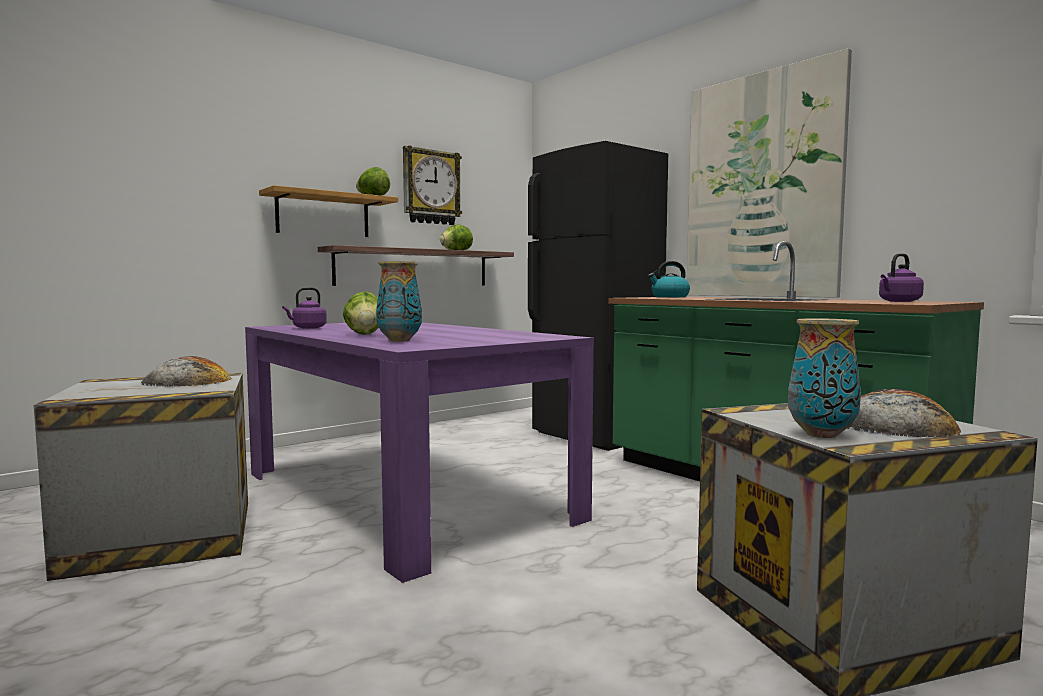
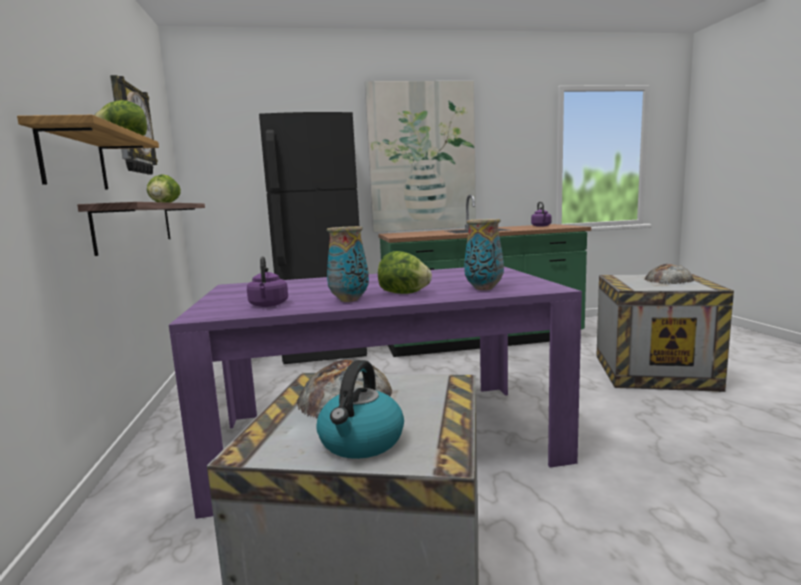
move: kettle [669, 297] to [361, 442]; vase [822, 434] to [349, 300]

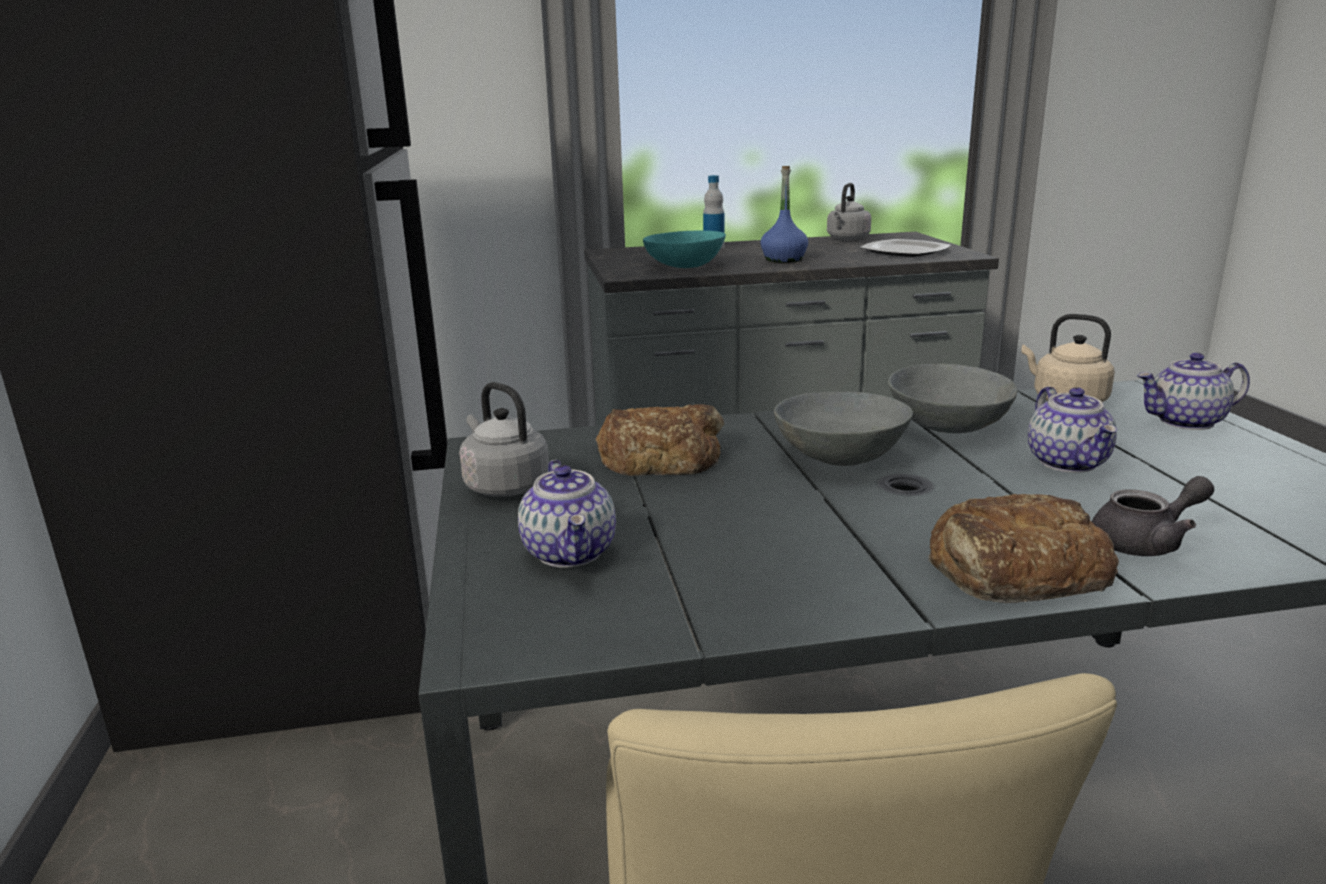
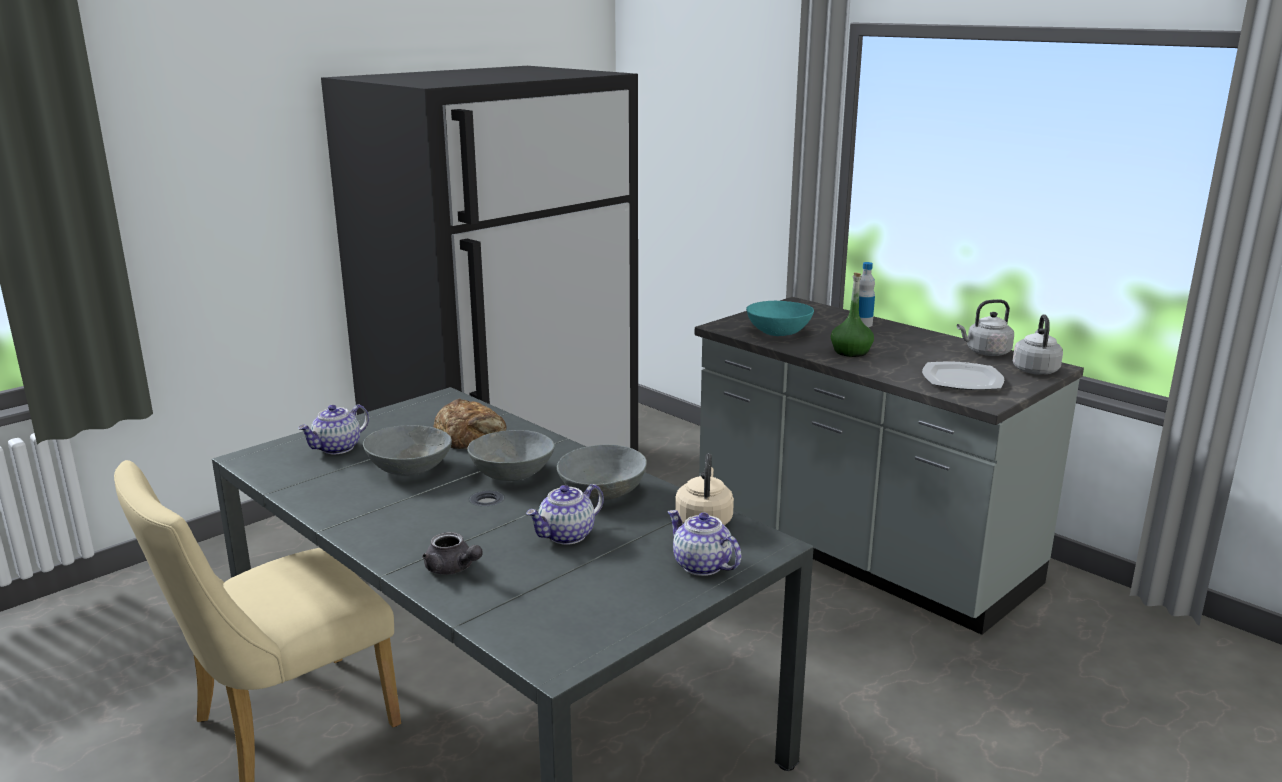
delete: bread [1014, 568]
insert: bowl (grey) [408, 469]
move: kettle (grey) [504, 485] to [1035, 369]
recolor: bottle (blue) [783, 259] to bottle (green) [851, 352]

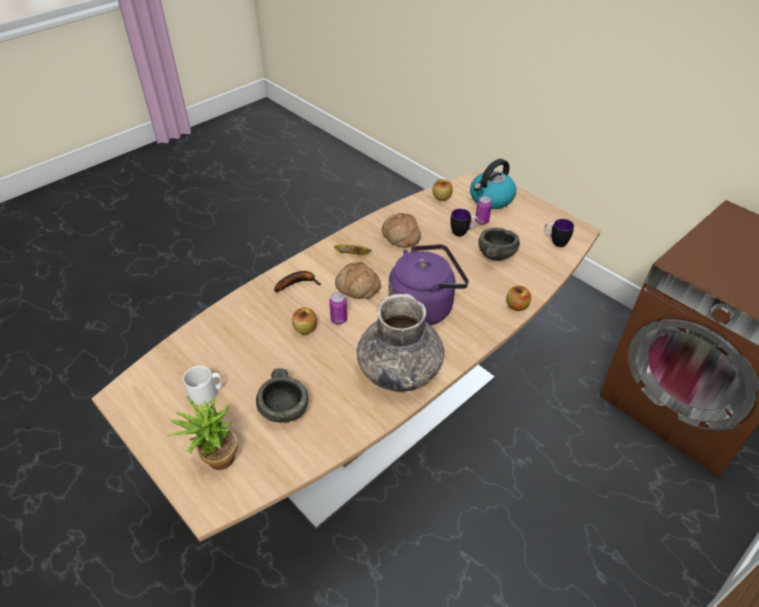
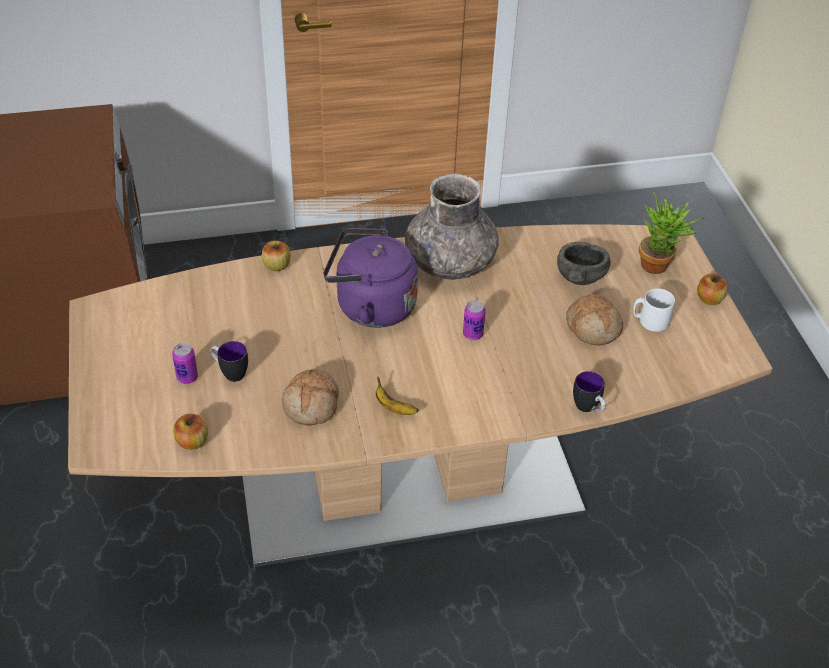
delete: kettle [491, 199]; bowl (grey) [495, 254]; banana [297, 283]
move: mug [555, 242] to [588, 409]; bread [357, 287] to [593, 327]; apple [305, 329] to [709, 299]

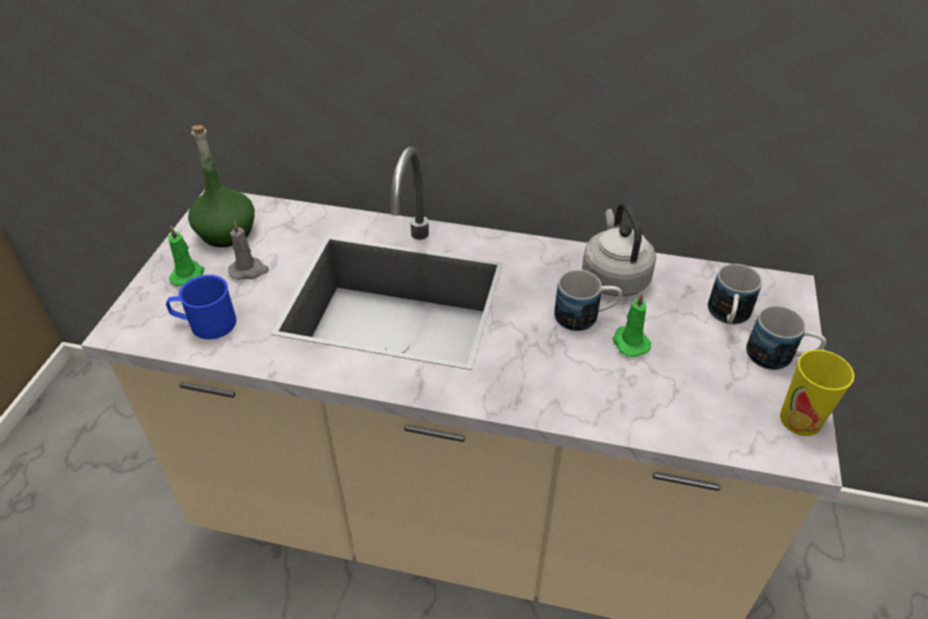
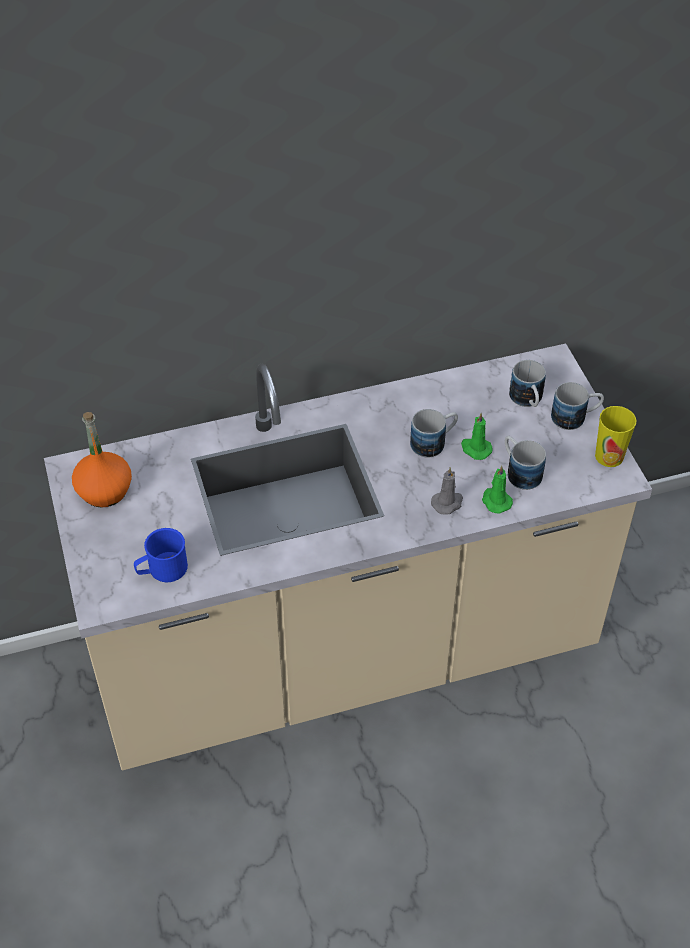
delete: kettle (grey) [613, 277]
insert: mug [519, 471]
move: candle (grey) [249, 270] to [447, 503]; candle (green) [188, 275] to [495, 501]
recolor: bottle (green) [226, 232] to bottle (orange) [104, 490]

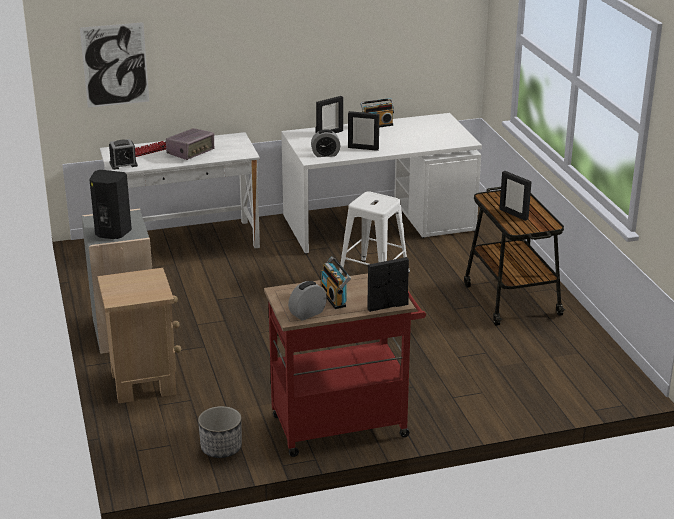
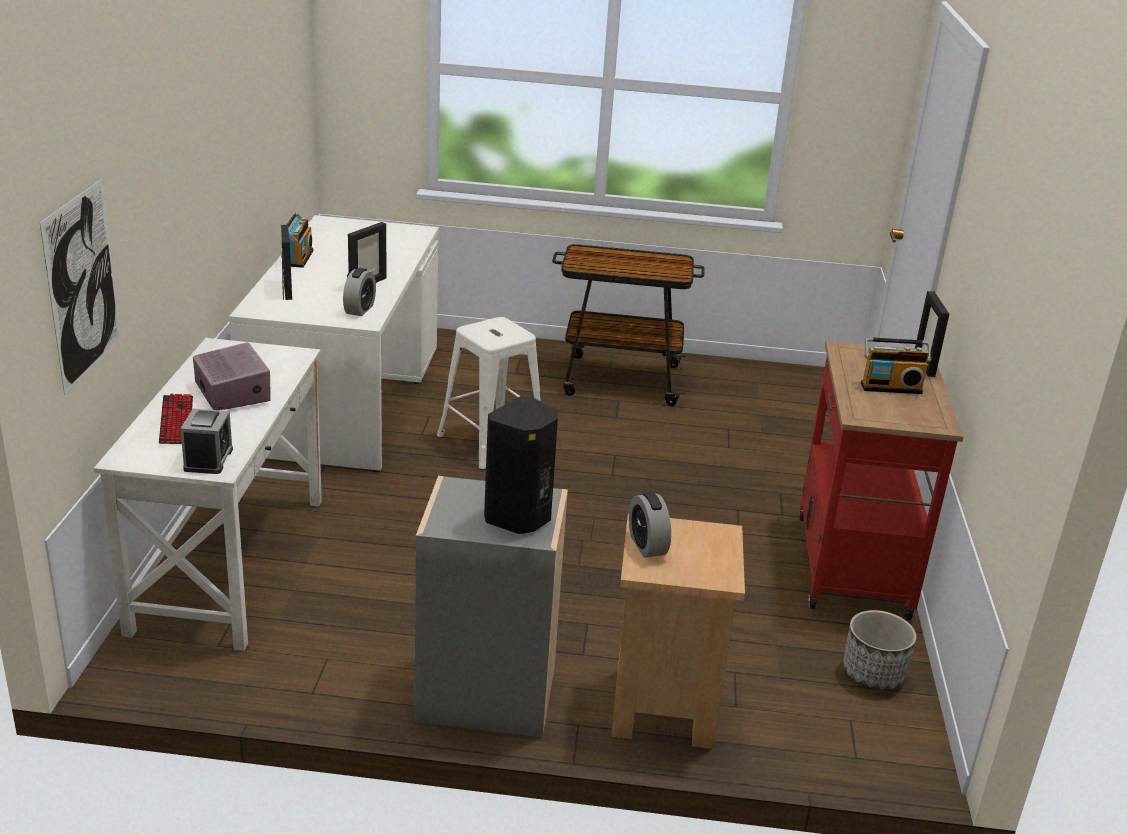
delete: picture frame [514, 214]
move: alarm clock [307, 314] to [647, 545]

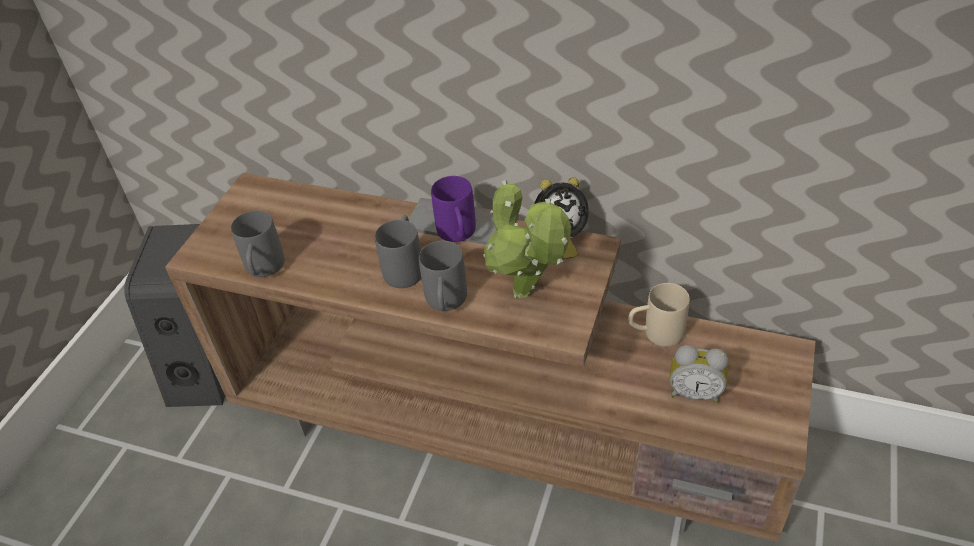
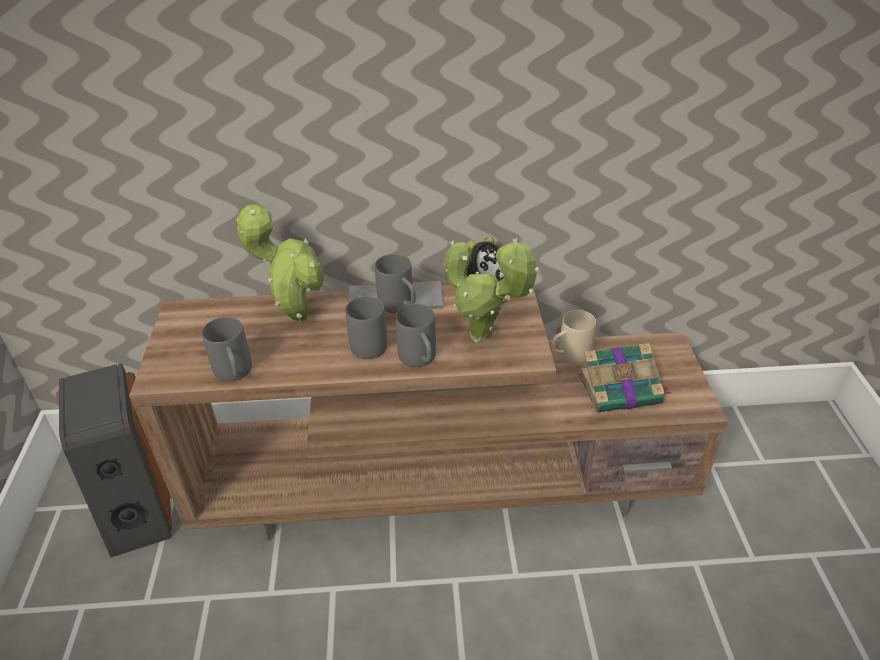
insert: potted plant [295, 316]
replace: alarm clock [694, 392] to book [621, 389]
recolor: mug (purple) [458, 235] to mug (grey) [400, 306]

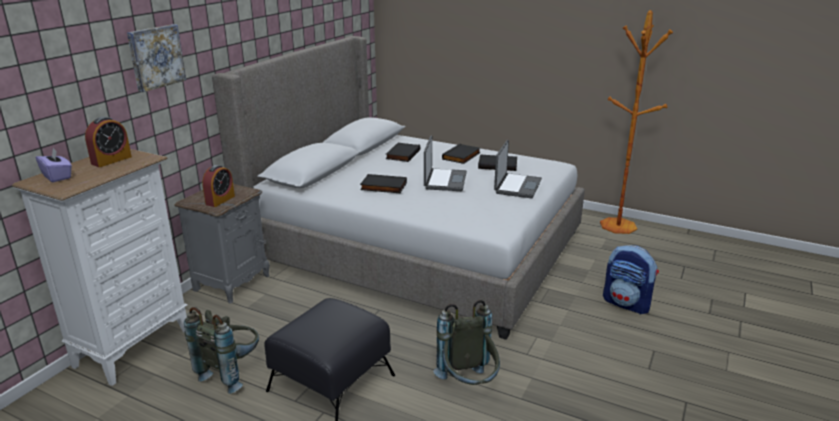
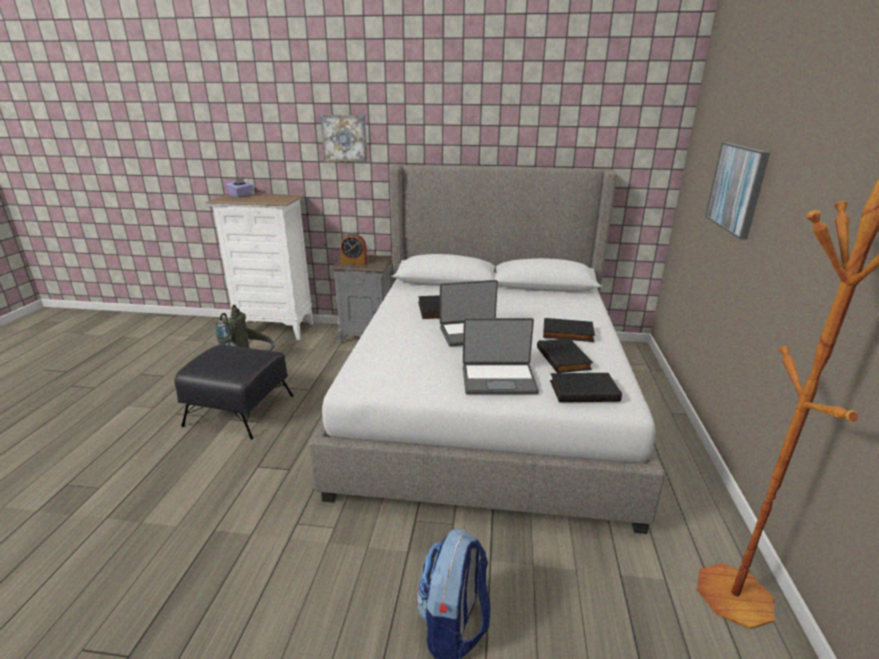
delete: alarm clock [111, 160]; backpack (grey) [468, 386]
insert: picture [737, 188]
move: book (black) [402, 154] to [584, 390]

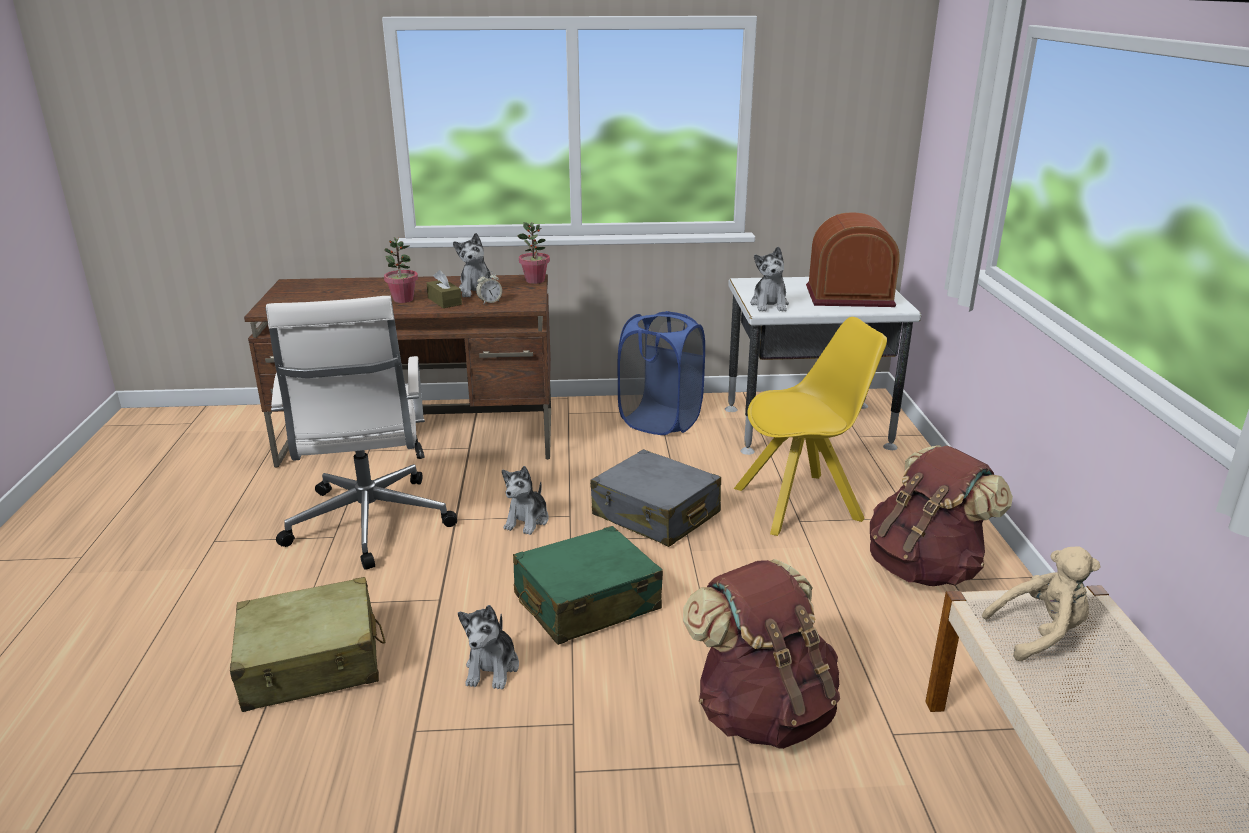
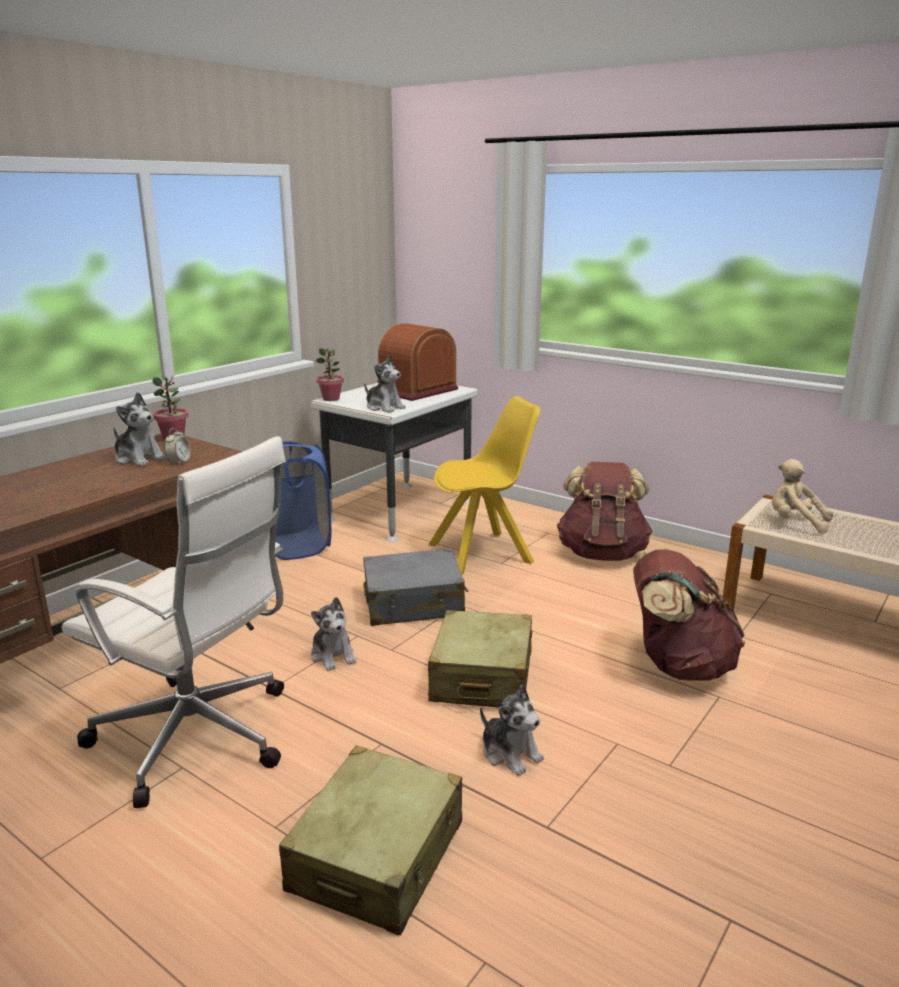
delete: tissue box (brown) [444, 301]
move: potted plant [403, 300] to [331, 399]
recolor: suitcase (green) [586, 602] to suitcase (beige) [482, 677]
rotate: chair (yellow) [801, 503] = [483, 553] 45 degrees clockwise; plush toy (beige) [1040, 634] = [795, 523] 90 degrees counterclockwise

